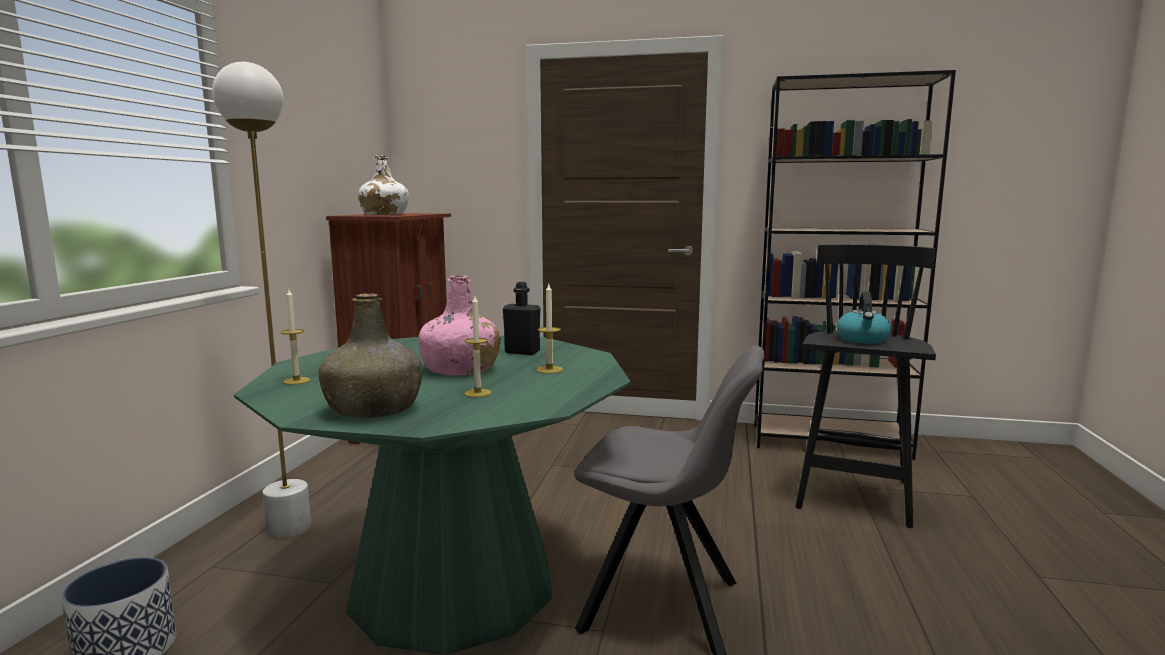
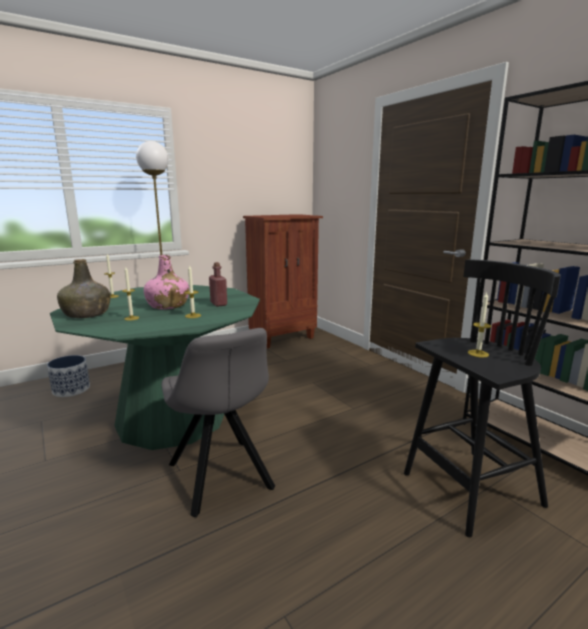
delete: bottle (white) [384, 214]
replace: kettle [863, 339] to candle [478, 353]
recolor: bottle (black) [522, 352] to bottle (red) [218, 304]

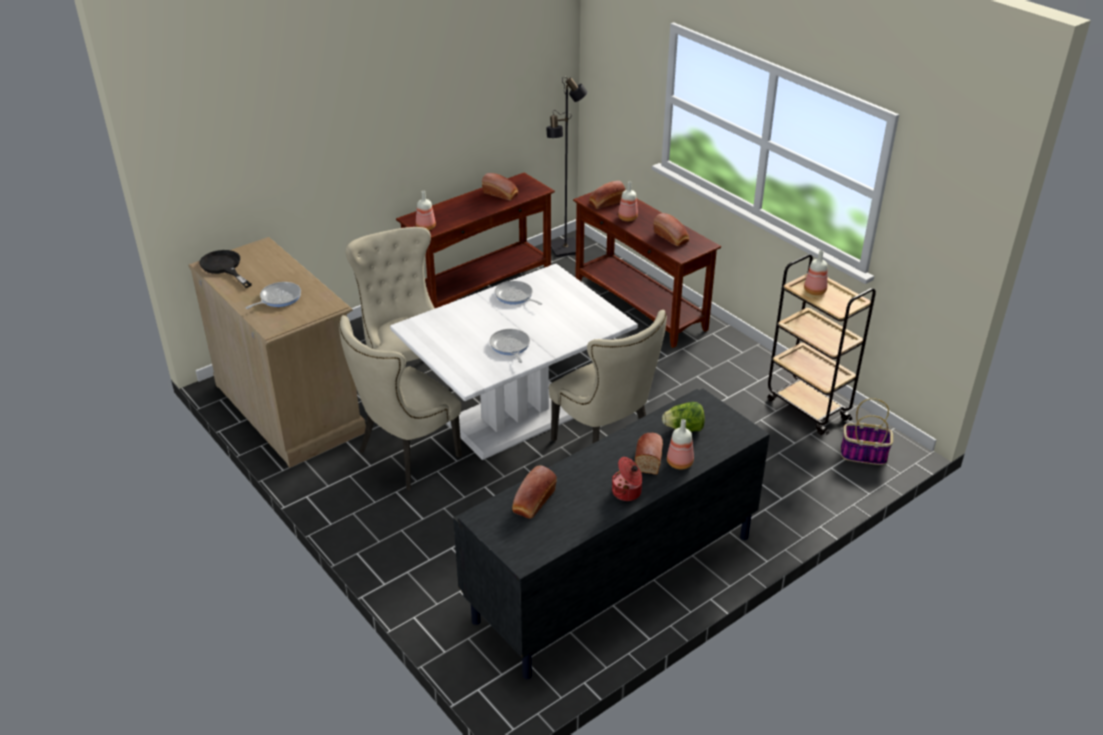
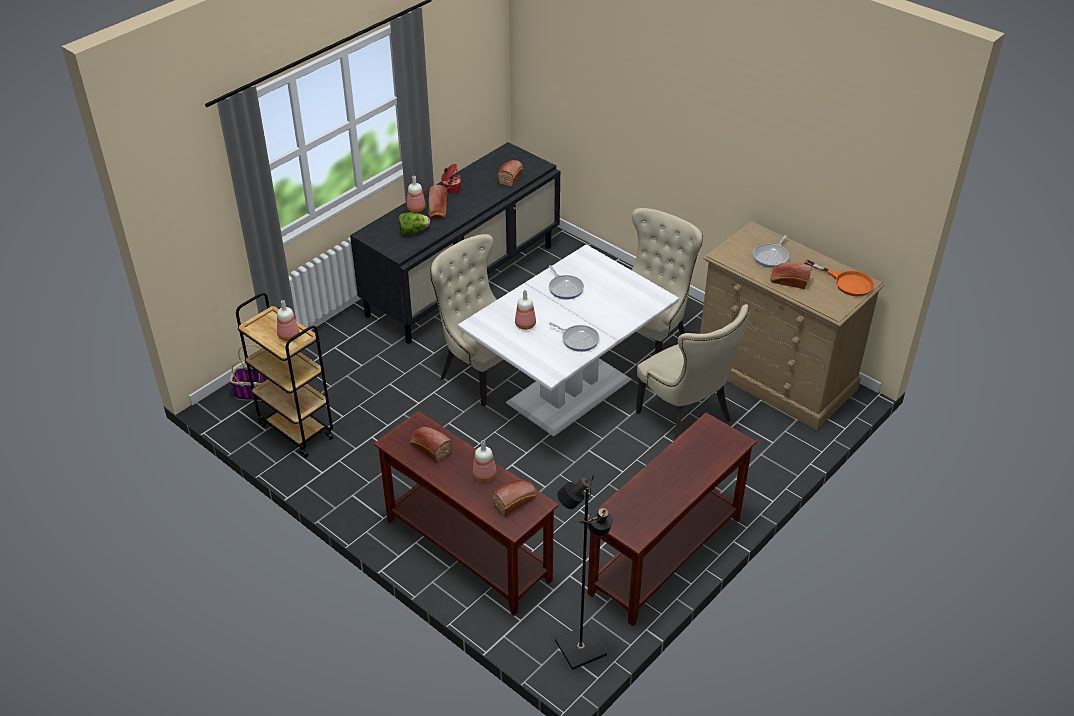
move: bread [501, 194] to [788, 281]; bottle [425, 227] to [526, 324]
recolor: frying pan (black) [224, 267] to frying pan (orange) [847, 282]

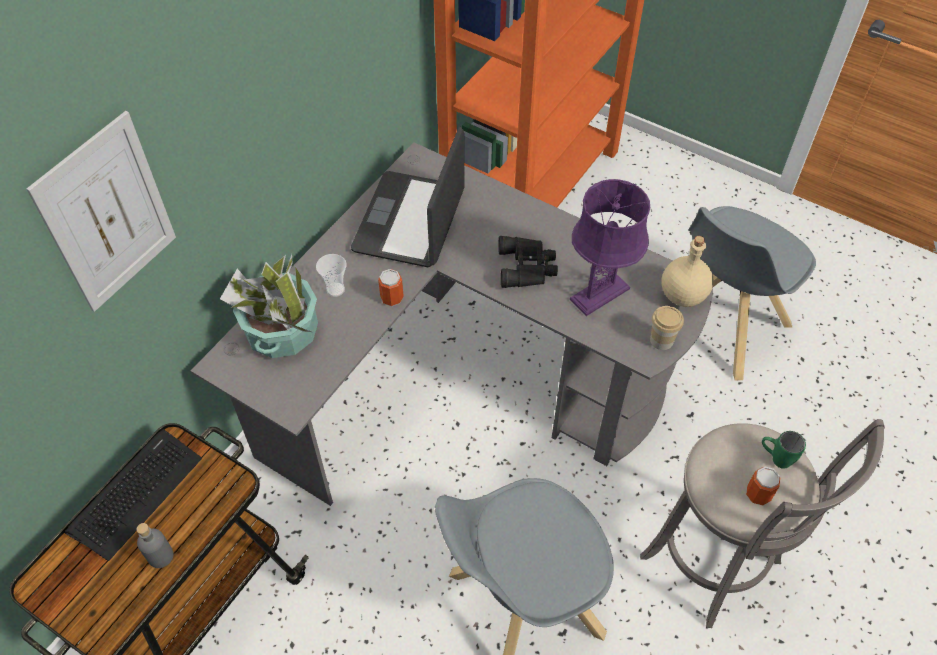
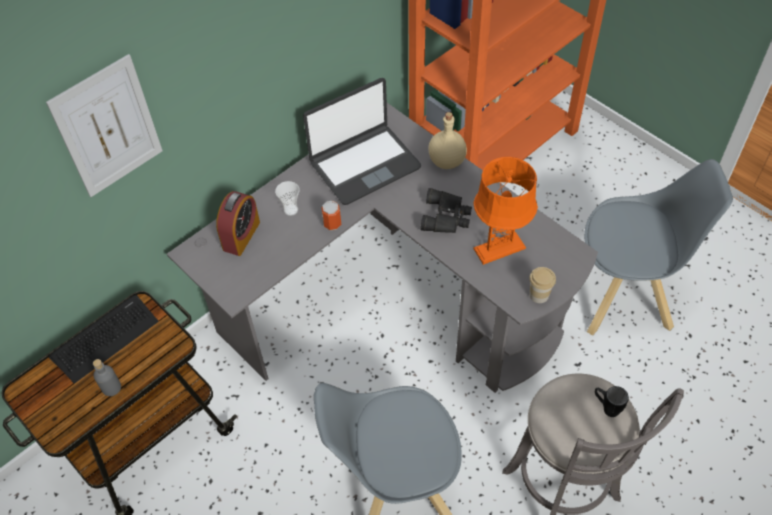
delete: can [758, 494]
move: bottle (beige) [682, 295] to [446, 161]
replace: potted plant [282, 331] to alarm clock [241, 236]
recolor: table lamp (purple) [600, 293] to table lamp (orange) [499, 248]; mug (green) [775, 458] to mug (black) [606, 407]
rotate: laptop [411, 221] = [364, 164] 150 degrees counterclockwise; chair (grey) [720, 325] = [625, 294] 150 degrees counterclockwise

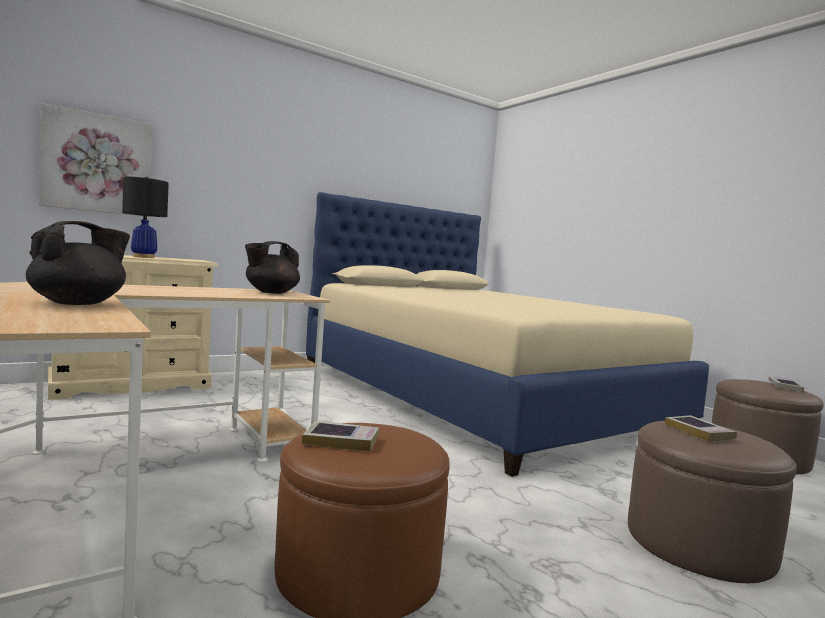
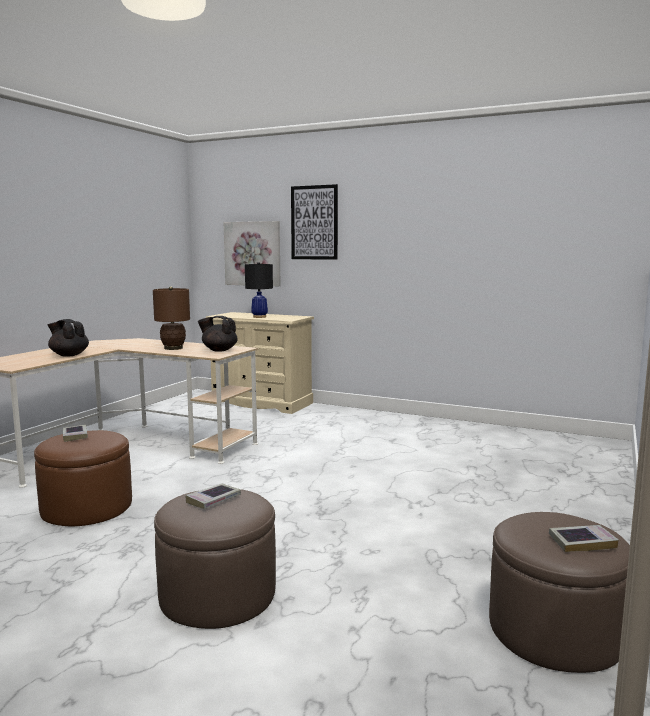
delete: bed (beige) [476, 396]
insert: picture [314, 222]; table lamp (brown) [173, 348]
rotate: teapot (black) [79, 304] = [69, 355] 150 degrees counterclockwise

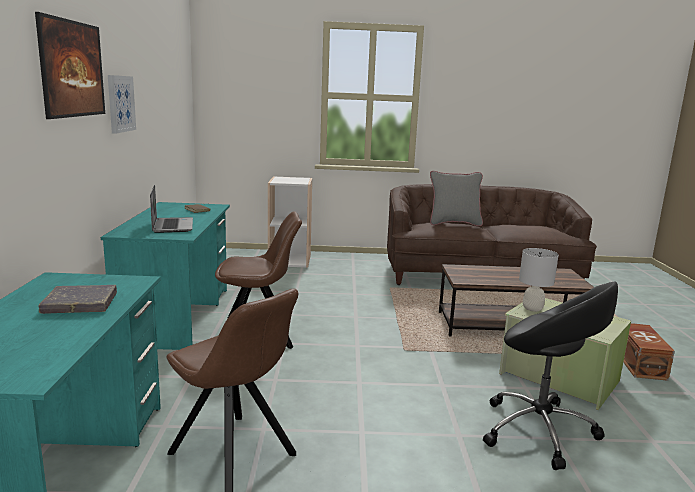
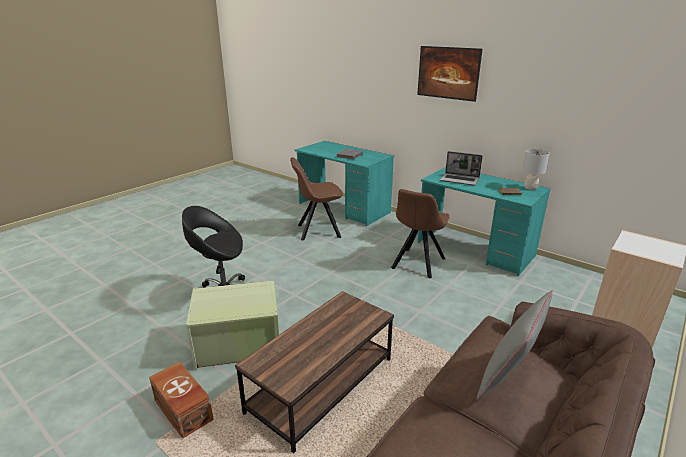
delete: picture [120, 103]
move: table lamp (grey) [533, 309] to [529, 189]

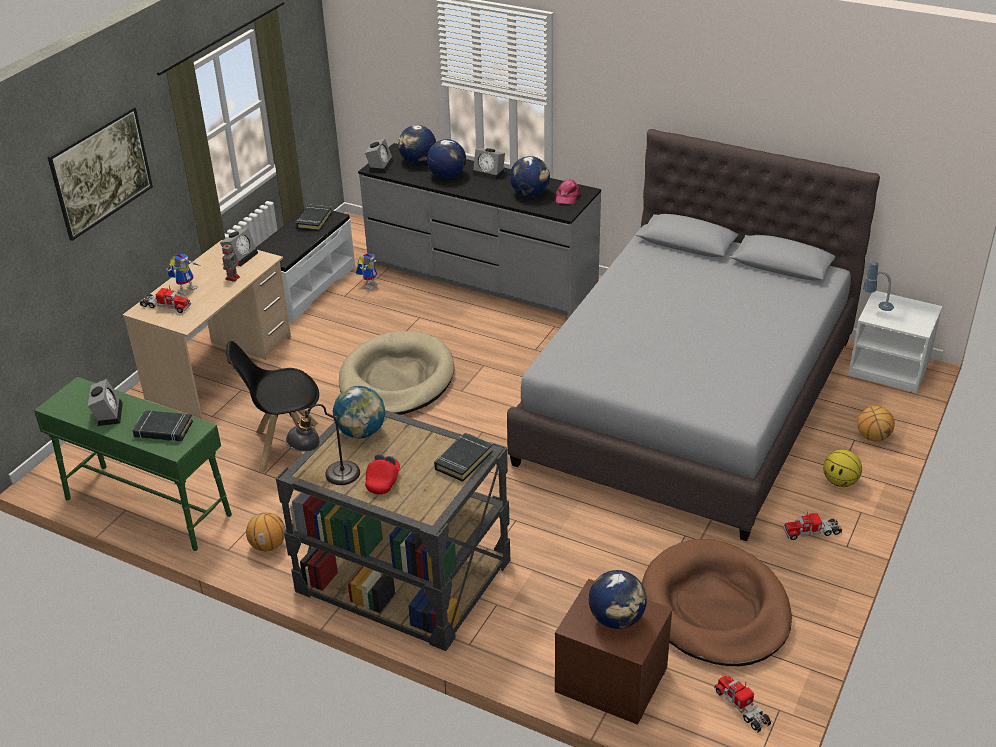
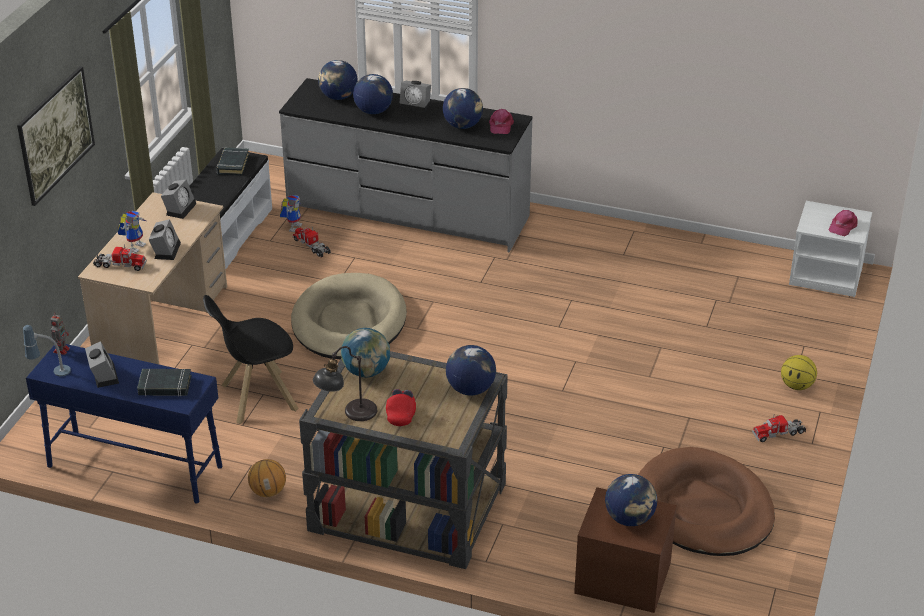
delete: bed (grey) [689, 400]; basketball [872, 437]
insert: cap (pink) [842, 226]
move: alarm clock [380, 165] to [166, 250]; toy robot [233, 277] to [61, 350]; table lamp [876, 308] to [50, 374]; toy truck [742, 707] to [312, 246]
replace: book (black) [463, 460] to globe [470, 389]
recolor: console table (green) [148, 506] to console table (blue) [135, 466]

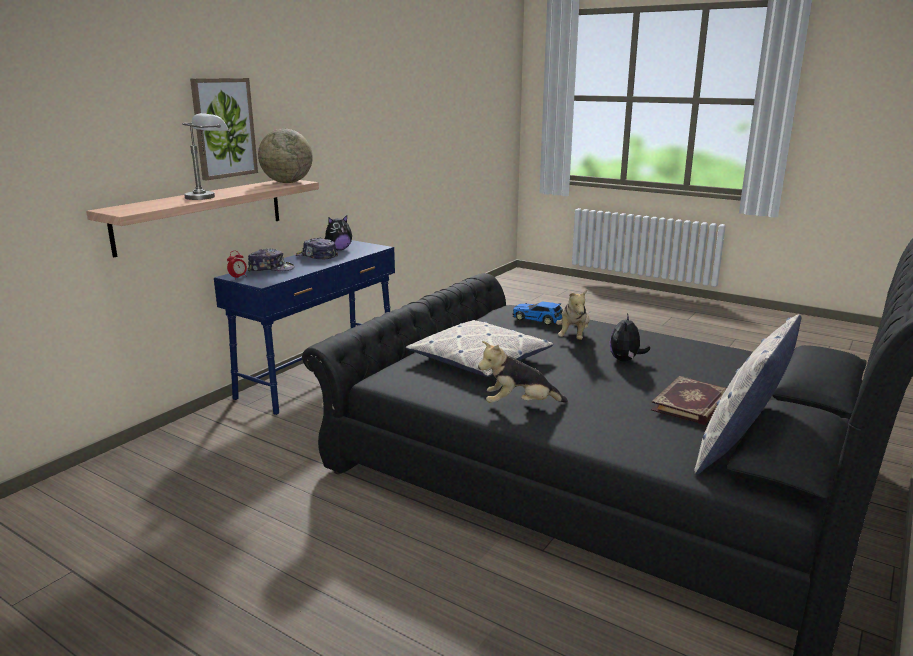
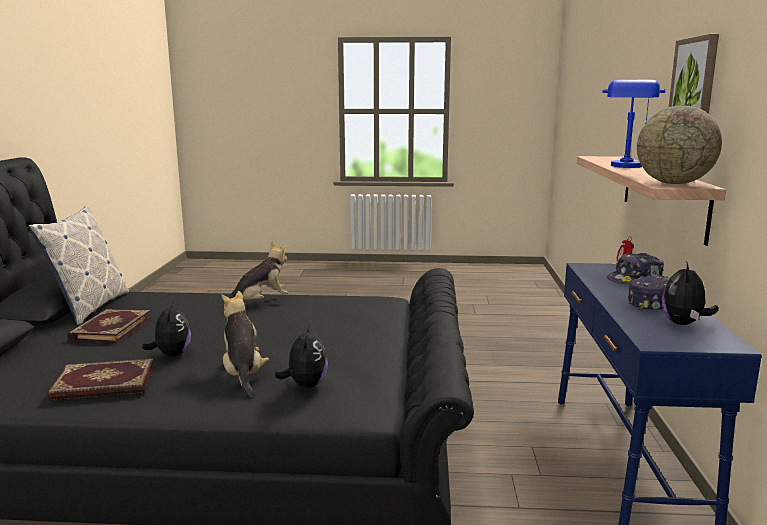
delete: pillow [479, 359]
insert: book [104, 384]
replace: toy car [538, 319] to plush toy [305, 385]
recolor: table lamp (grey) [209, 196] to table lamp (blue) [627, 167]

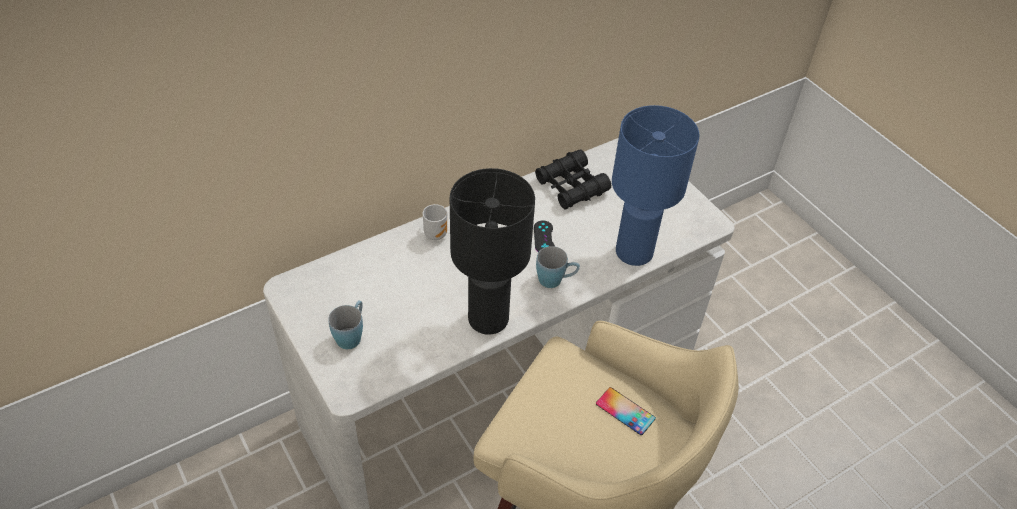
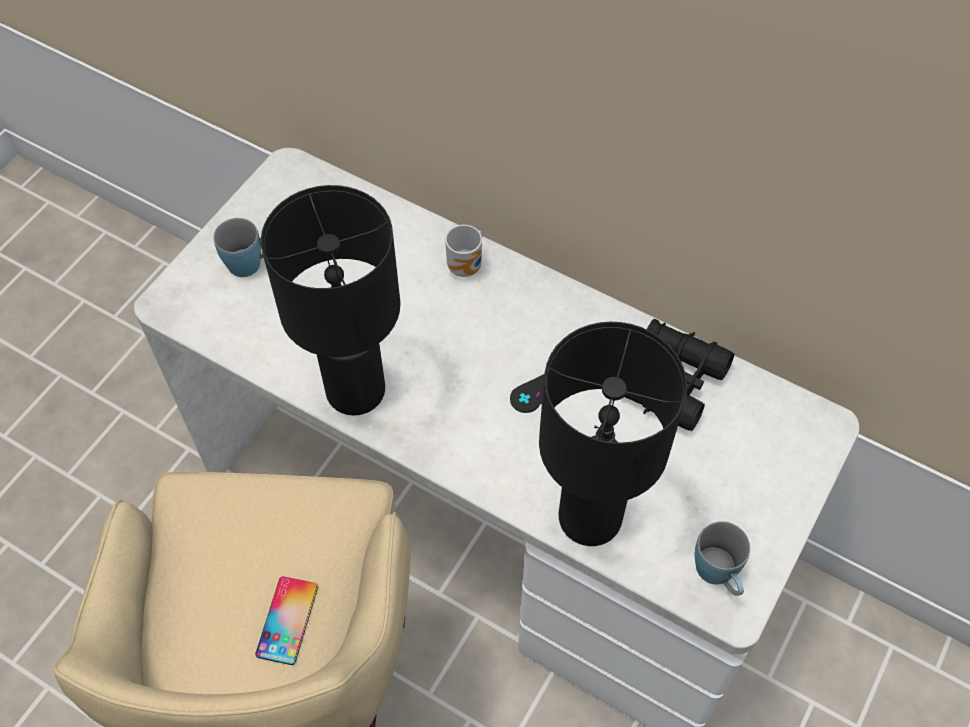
move: mug (blue) [556, 280] to [719, 576]
recolor: table lamp (blue) [633, 252] to table lamp (black) [589, 516]

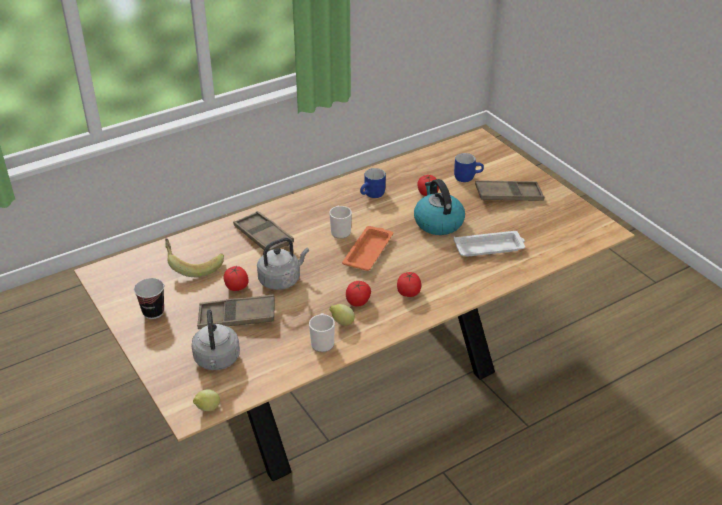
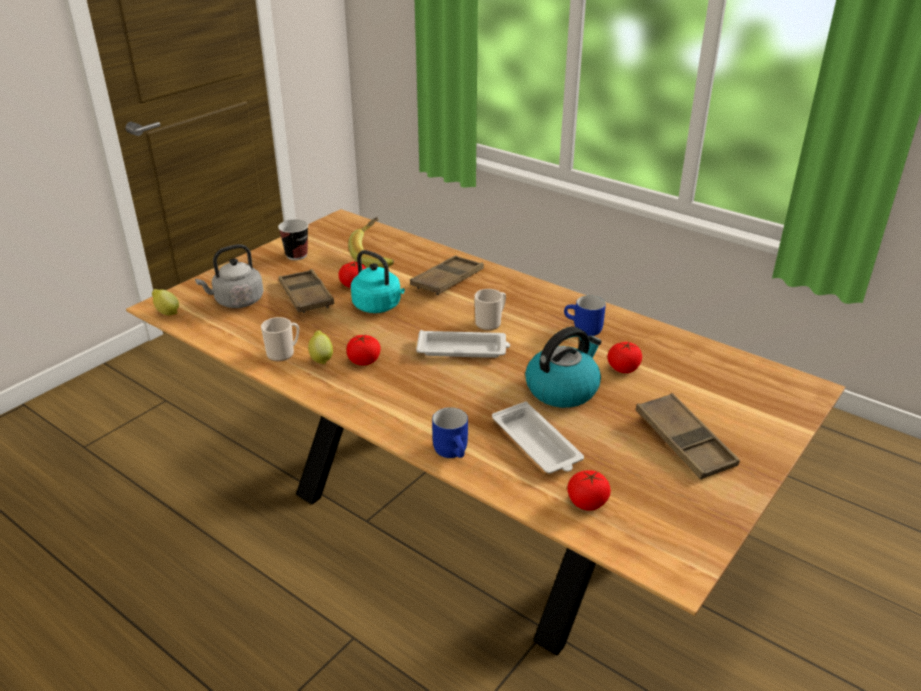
move: mug (blue) [467, 176] to [454, 451]; tomato [408, 292] to [587, 502]
recolor: tray (orange) [368, 251] to tray (white) [463, 349]; kettle (grey) [281, 279] to kettle (turquoise) [379, 306]

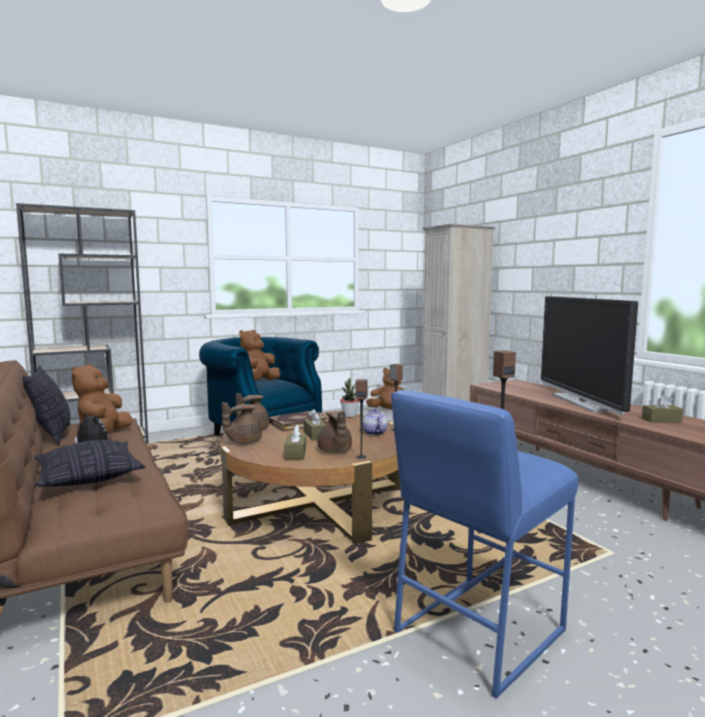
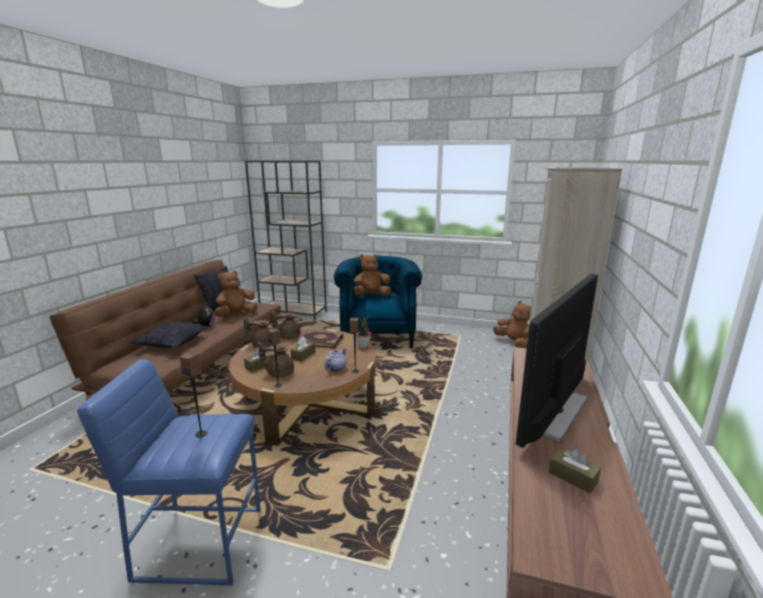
rotate: teapot (brown) [335, 451] = [279, 373] 60 degrees clockwise

